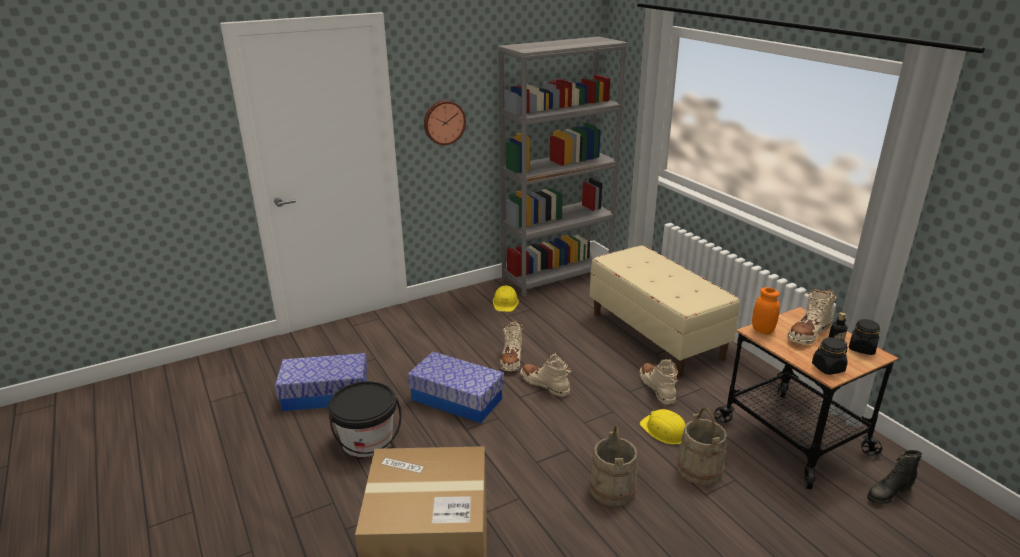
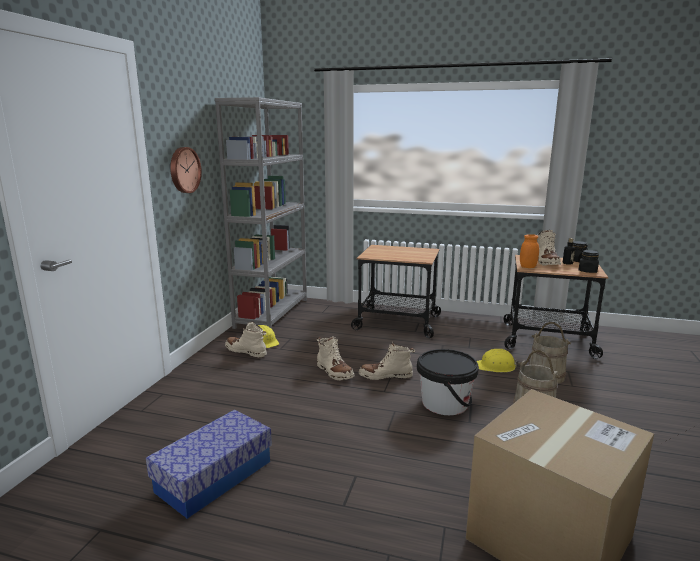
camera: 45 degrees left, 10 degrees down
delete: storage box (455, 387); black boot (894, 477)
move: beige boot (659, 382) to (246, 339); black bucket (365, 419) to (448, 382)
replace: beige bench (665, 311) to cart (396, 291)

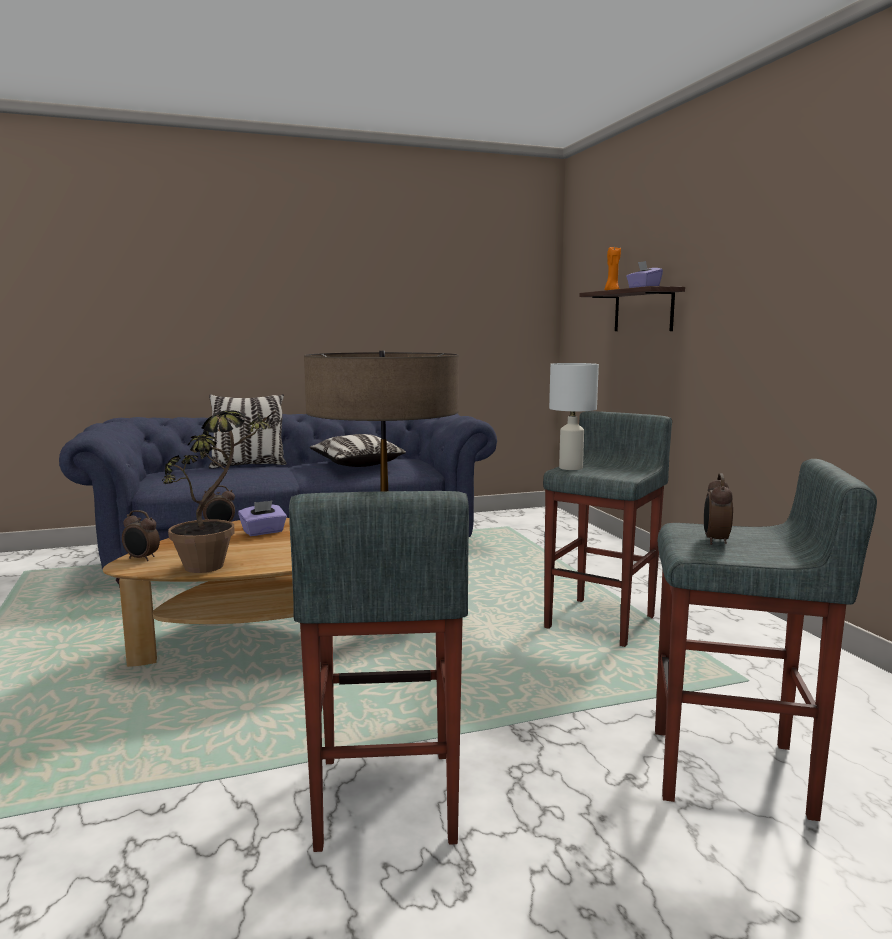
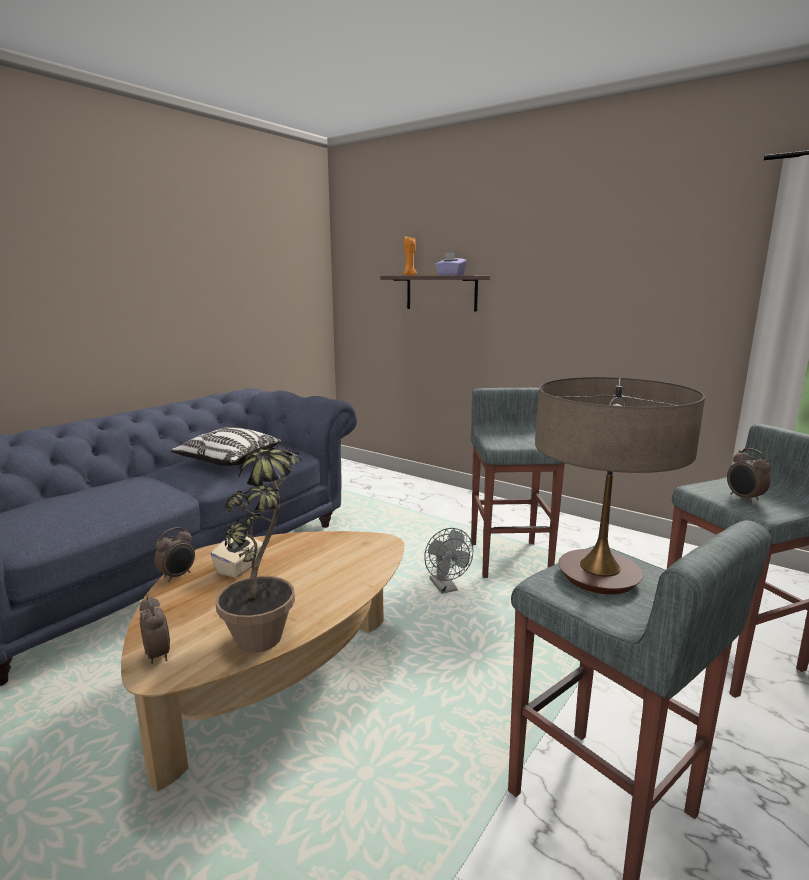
camera: 35 degrees left, 5 degrees up
delete: pillow (248, 431); white table lamp (574, 416)
insert: grey fan (448, 561)
recolor: purple tissue box (262, 518) to beige tissue box (236, 554)
rotate: alarm clock (141, 535) = (155, 629) 105 degrees counterclockwise

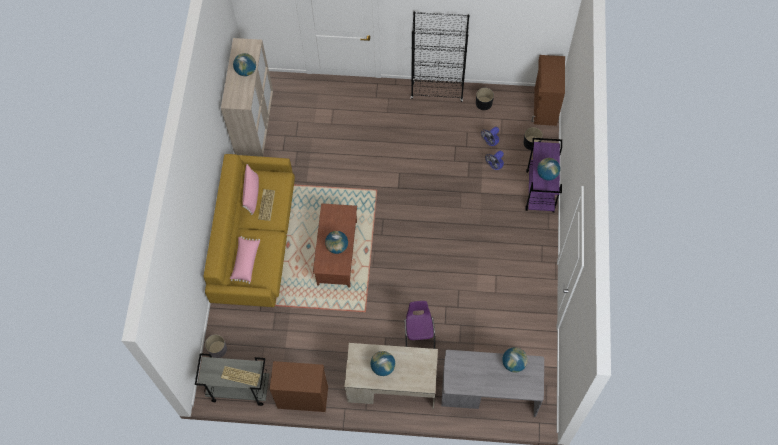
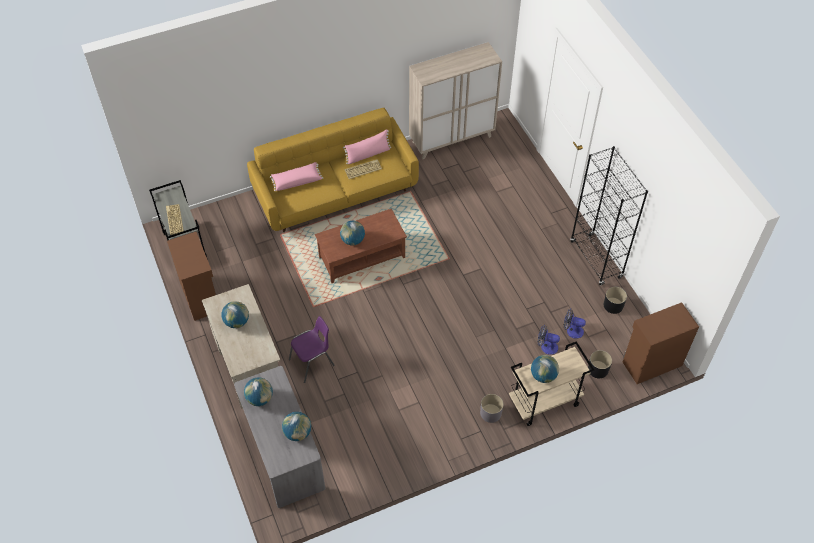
camera: 60 degrees right, 10 degrees down
move: globe (244, 64) to (258, 391); grey planter (216, 346) to (492, 408)
recolor: purple cart (543, 175) to beige cart (551, 383)

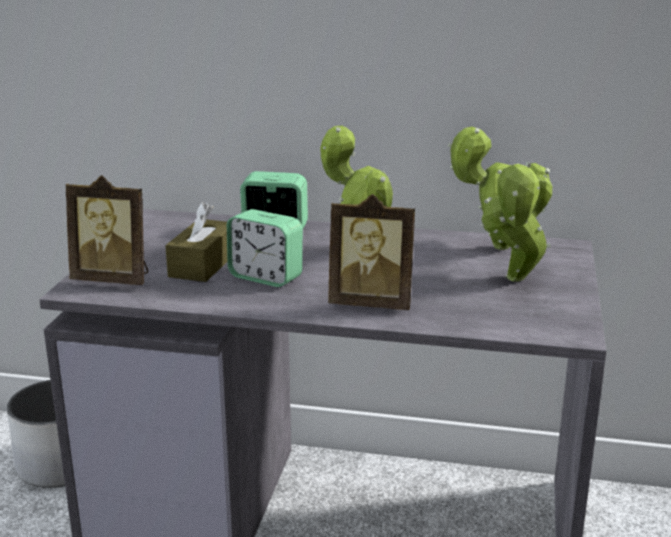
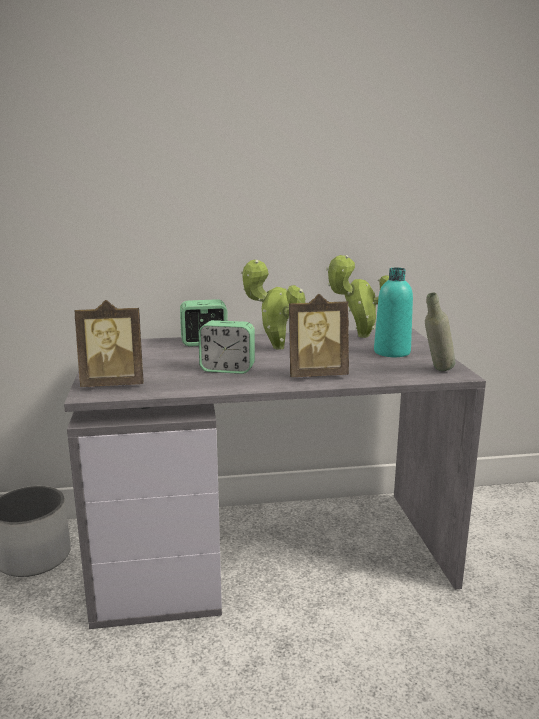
camera: 20 degrees left, 5 degrees down
delete: brown tissue box (196, 242)
insert: grey bottle (440, 331)
replace: potted plant (516, 222) to turquoise bottle (393, 312)

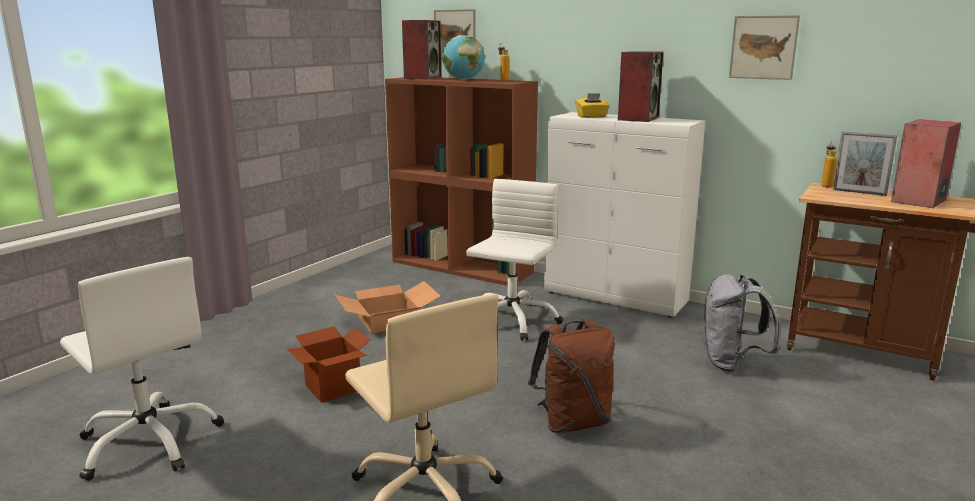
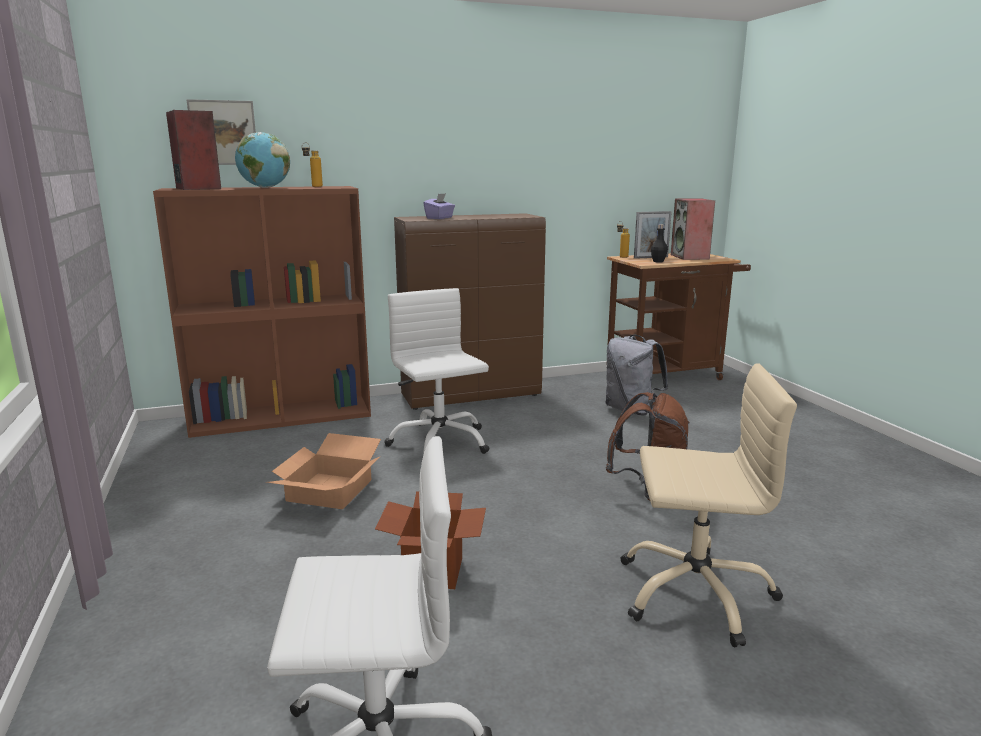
camera: 50 degrees left, 0 degrees up
delete: speaker (640, 86); picture (764, 47)
insert: black bottle (659, 243)
recolor: white cabinet (624, 215) to brown cabinet (470, 311); yellow tissue box (592, 105) to purple tissue box (439, 206)

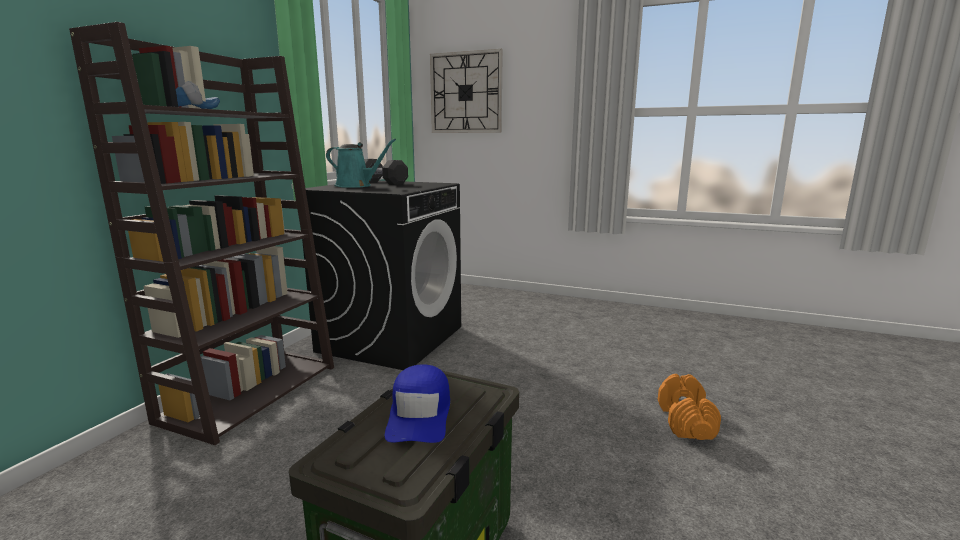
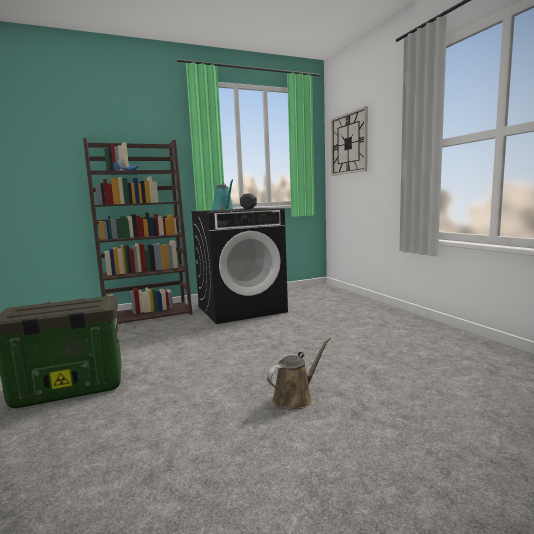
camera: 45 degrees right, 5 degrees down
delete: blue cap (417, 403)
replace: orange dumbbell (689, 407) to brown watering can (299, 373)

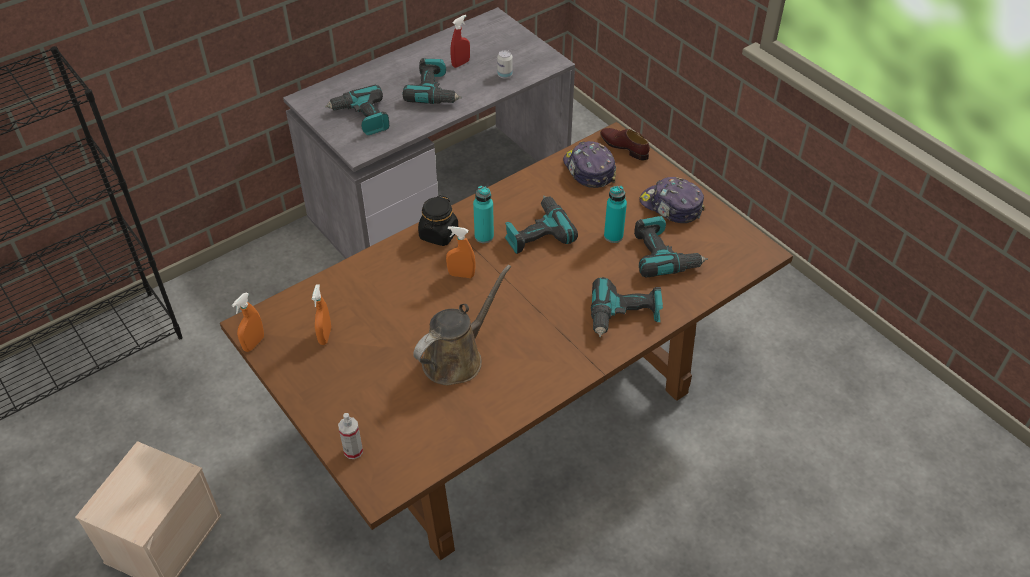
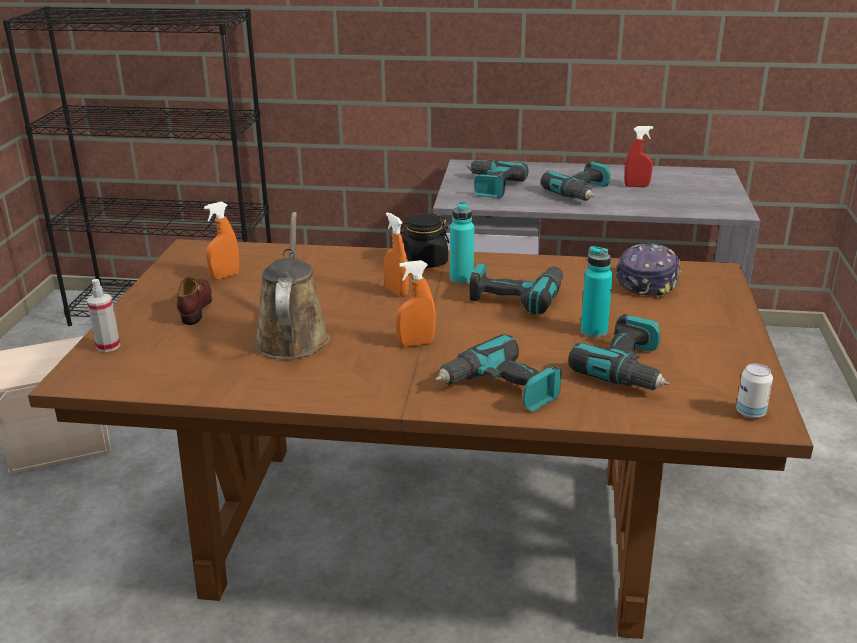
camera: 45 degrees right, 20 degrees down
delete: cap (672, 200)
move: brown shoe (625, 144) to (194, 300); orange spray bottle (248, 322) to (416, 303); can (505, 64) to (754, 390)
rotate: brown watering can (462, 325) = (292, 285) 90 degrees counterclockwise

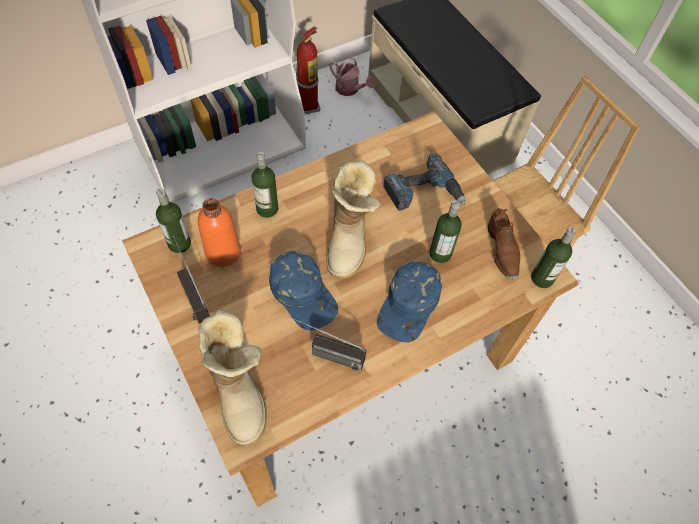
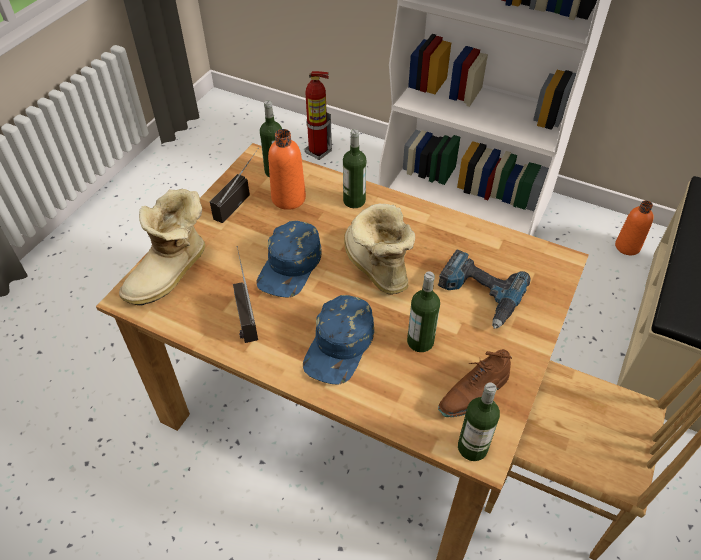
camera: 60 degrees right, 10 degrees down
move: fire extinguisher (308, 70) to (318, 115)
replace: watering can (352, 77) to orange bottle (634, 227)
rotate: blue cap (409, 302) = (338, 340) 60 degrees counterclockwise; boot (353, 219) = (379, 249) 90 degrees clockwise

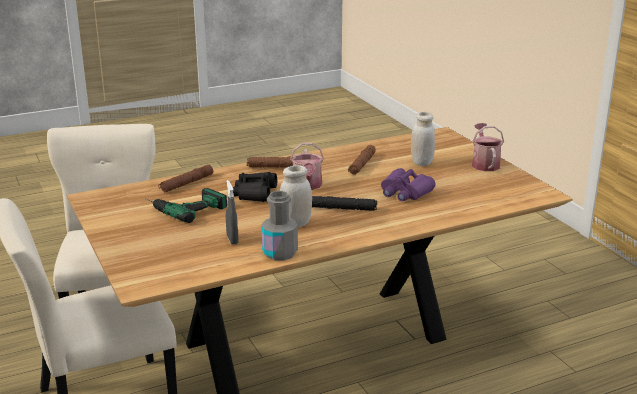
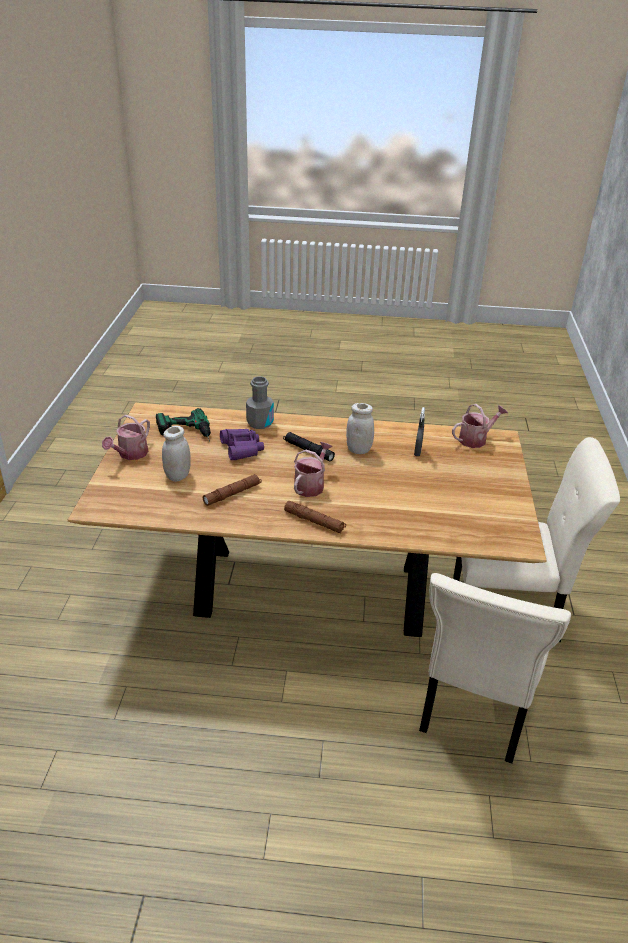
camera: 150 degrees left, 10 degrees up
delete: brown flashlight (185, 179); black binoculars (255, 187)
insert: watering can (480, 426)
move: power drill (186, 205) to (183, 424); grey bottle (279, 226) to (260, 402)

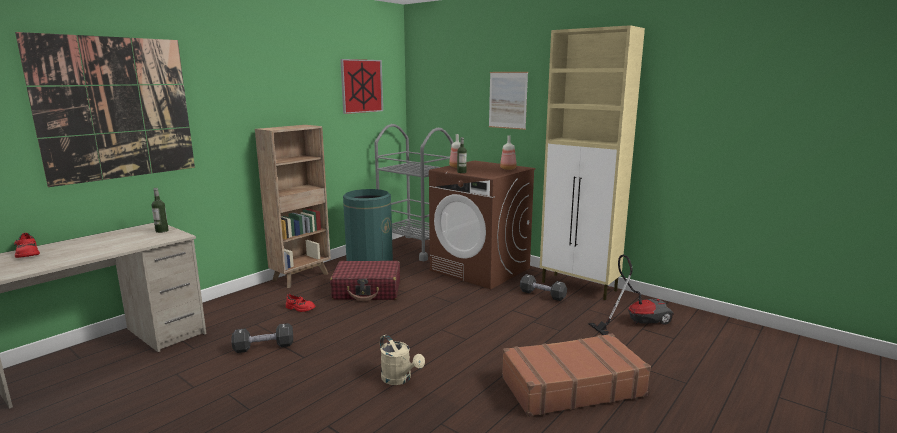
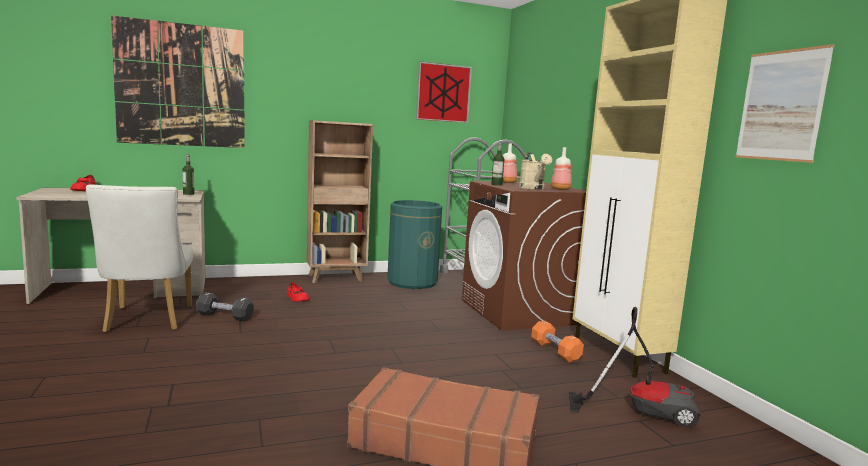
camera: 30 degrees right, 5 degrees down
delete: red suitcase (365, 281)
insert: white chair (140, 259)
move: beige watering can (402, 359) to (535, 171); picture (508, 101) to (785, 103)
recolor: black dumbbell (543, 287) to orange dumbbell (557, 342)

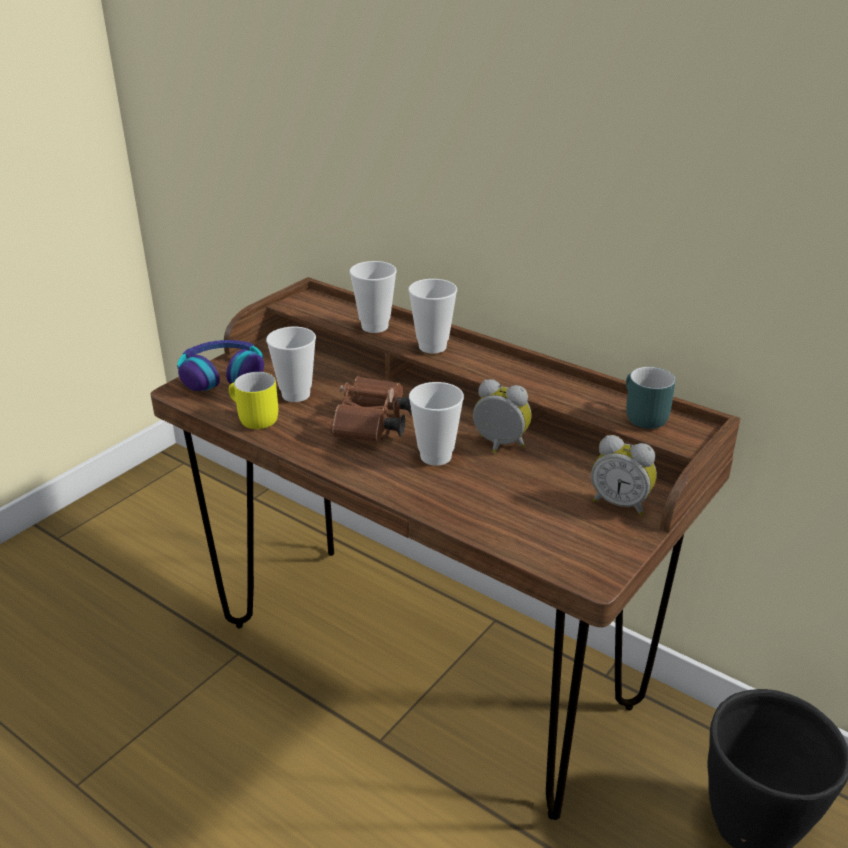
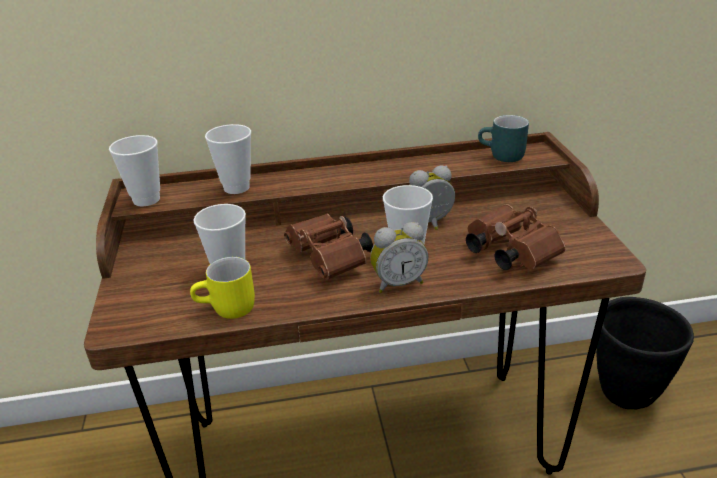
camera: 45 degrees left, 0 degrees up
delete: headphones (220, 365)
insert: brown binoculars (515, 237)
move: cup (432, 316) to (134, 170); alarm clock (624, 475) to (399, 257)

